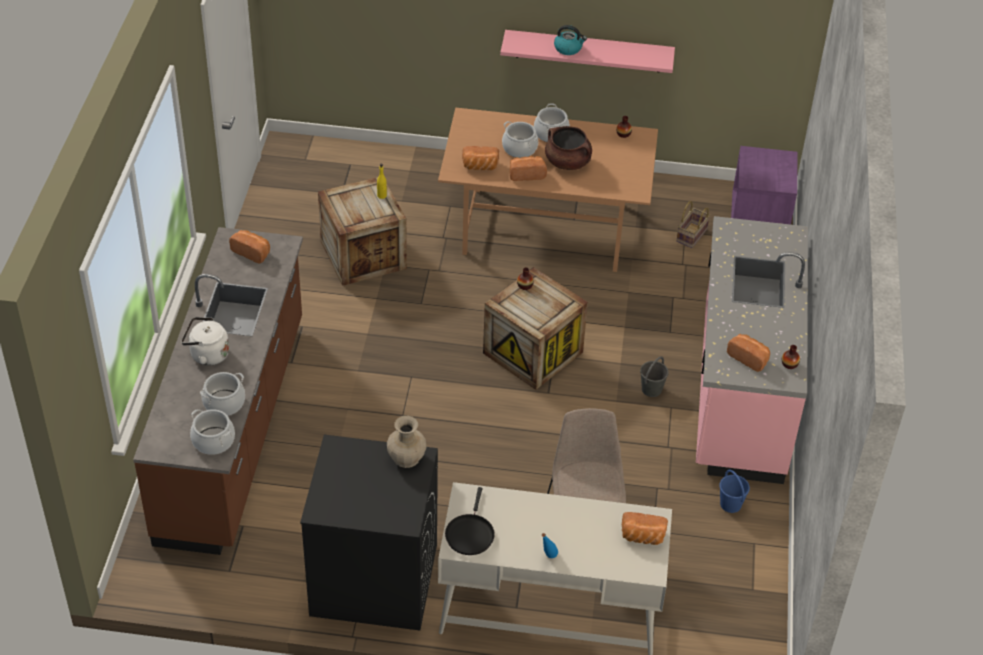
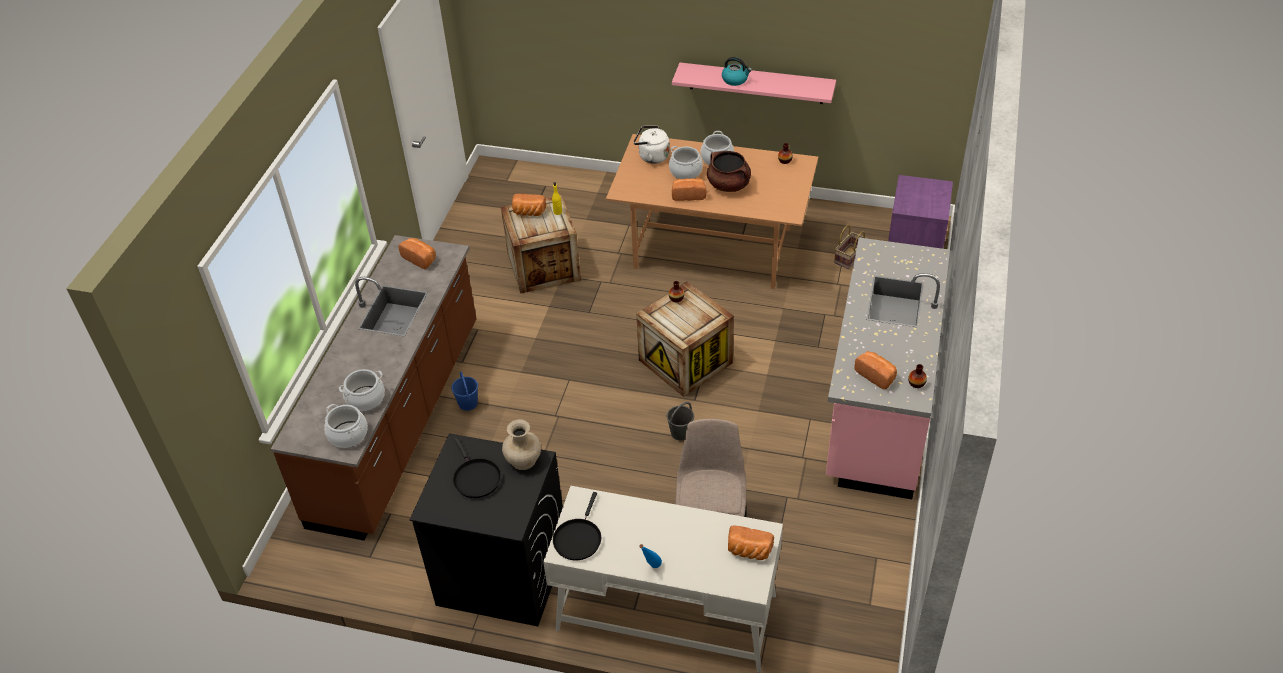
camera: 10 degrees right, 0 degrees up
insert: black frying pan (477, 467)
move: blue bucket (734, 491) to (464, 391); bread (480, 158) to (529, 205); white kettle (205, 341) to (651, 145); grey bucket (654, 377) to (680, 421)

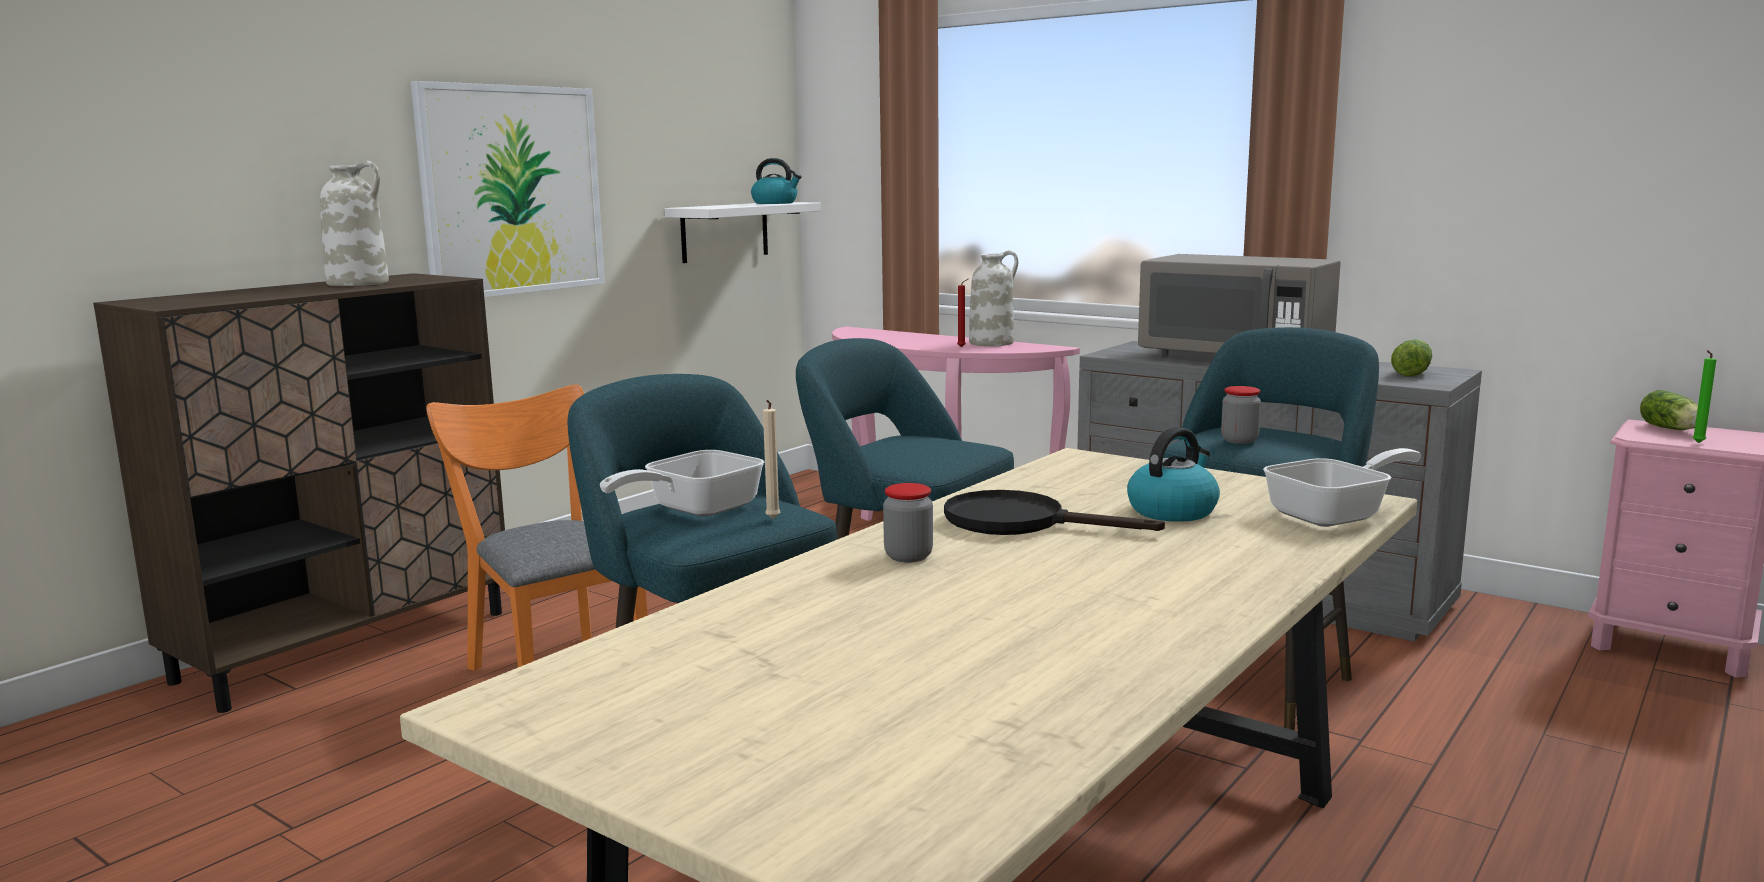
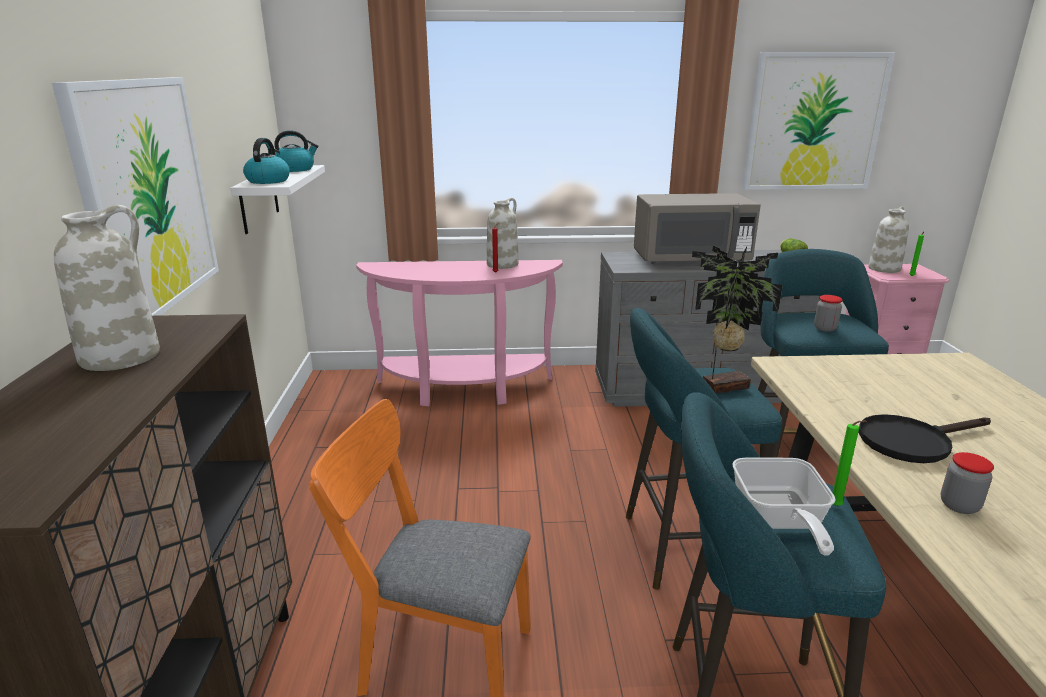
camera: 40 degrees left, 10 degrees up
delete: frying pan (1342, 487)
insert: potted plant (737, 319); picture (818, 121)
move: kettle (1173, 474) to (266, 161)
replace: lettuce (1669, 410) to white vase (888, 239)
recolor: beige candle (772, 459) to green candle (850, 463)

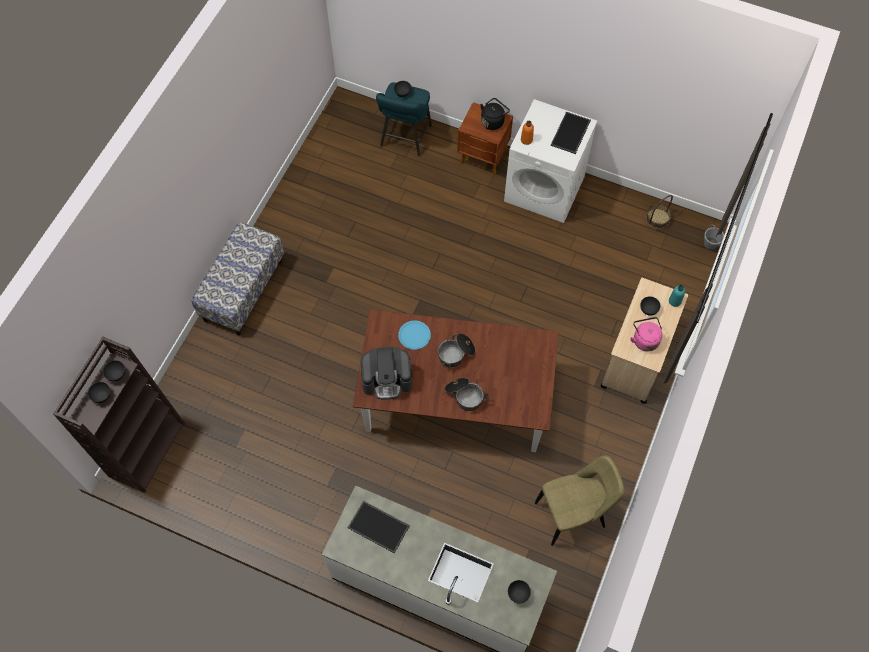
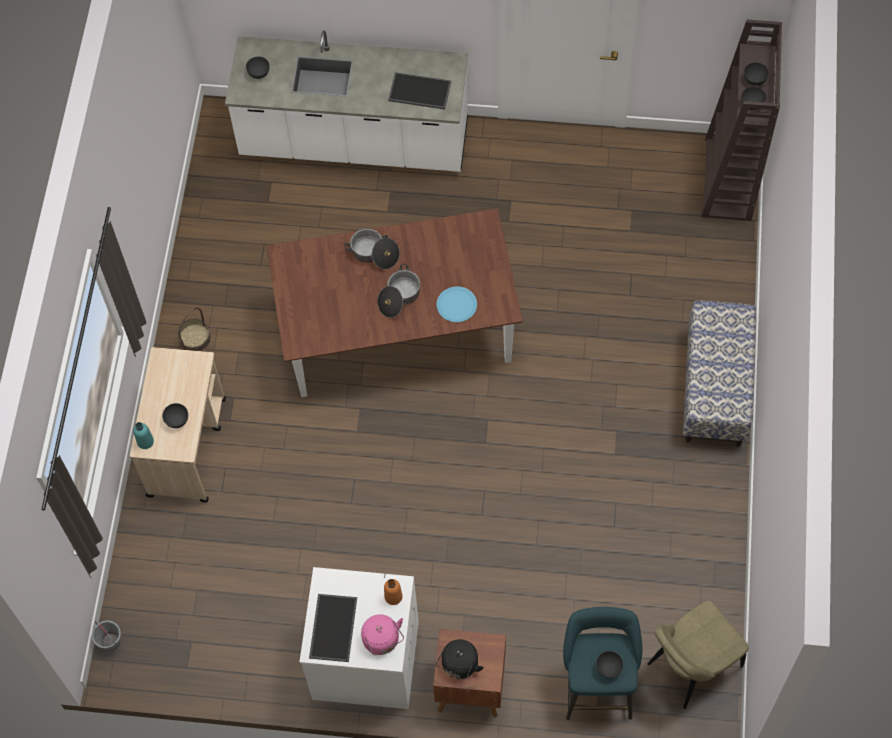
camera: 165 degrees right, 0 degrees up
delete: coffee machine (386, 373)
move: basket (659, 212) to (194, 329); pink kettle (646, 334) to (382, 634); beige chair (580, 500) to (698, 655)

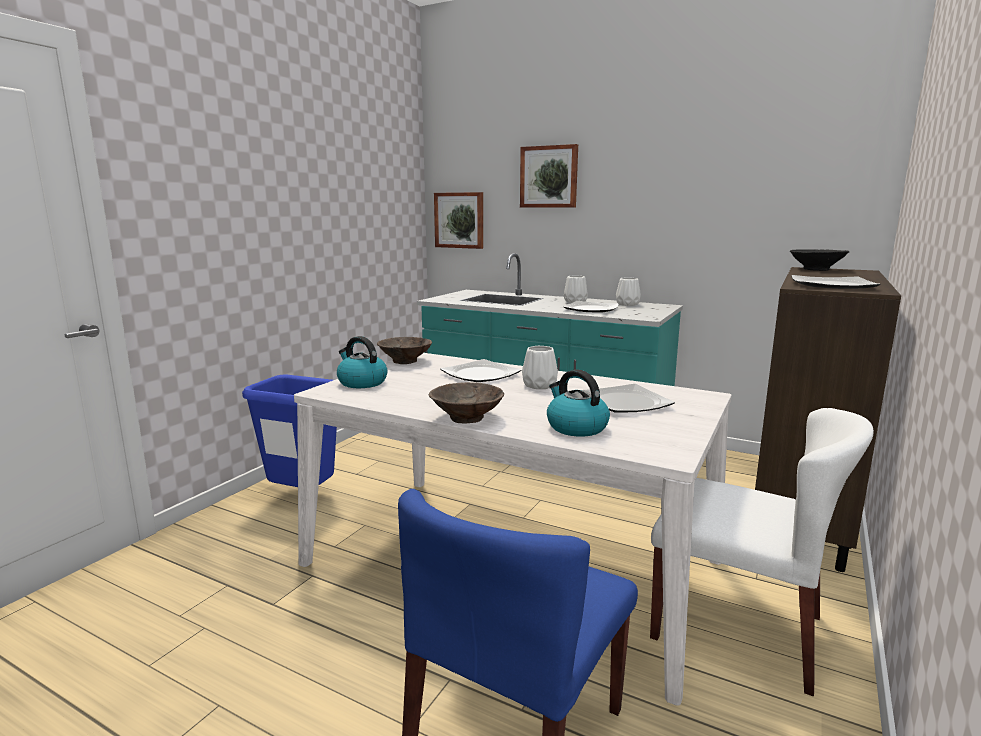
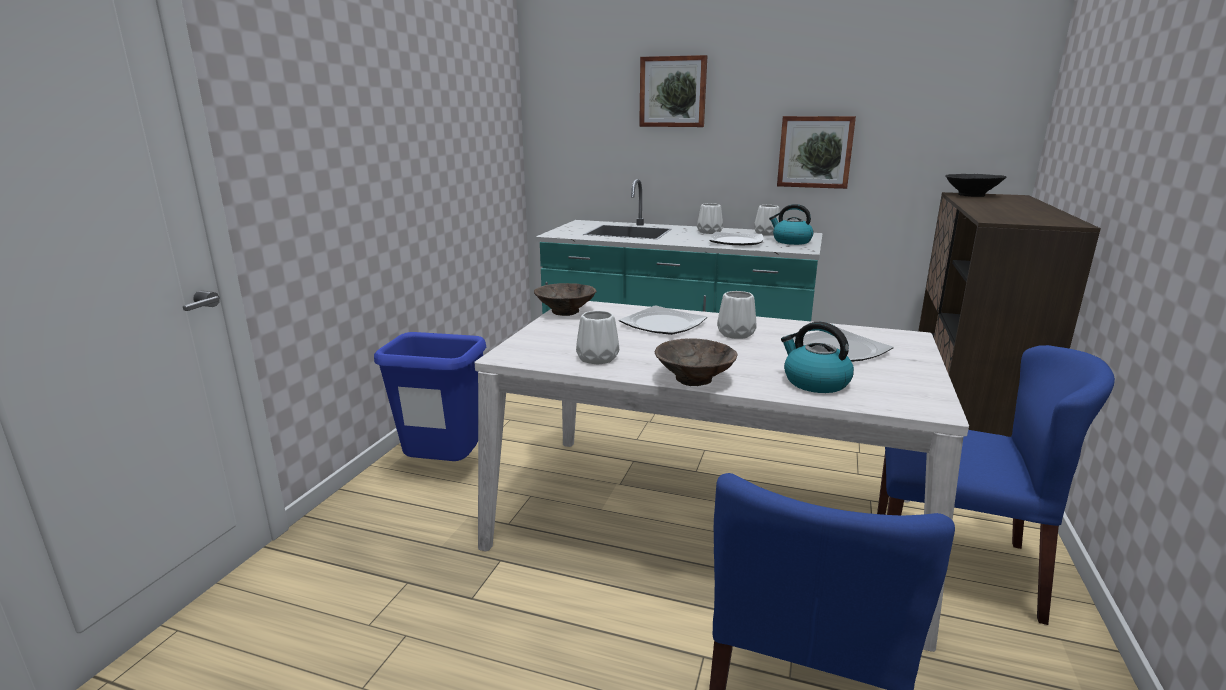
camera: 10 degrees left, 5 degrees up
delete: plate (835, 282)
insert: white vase (597, 338)
move: kettle (362, 362) to (791, 224); picture (458, 220) to (816, 152)
recolor: white chair (762, 552) to blue chair (996, 485)

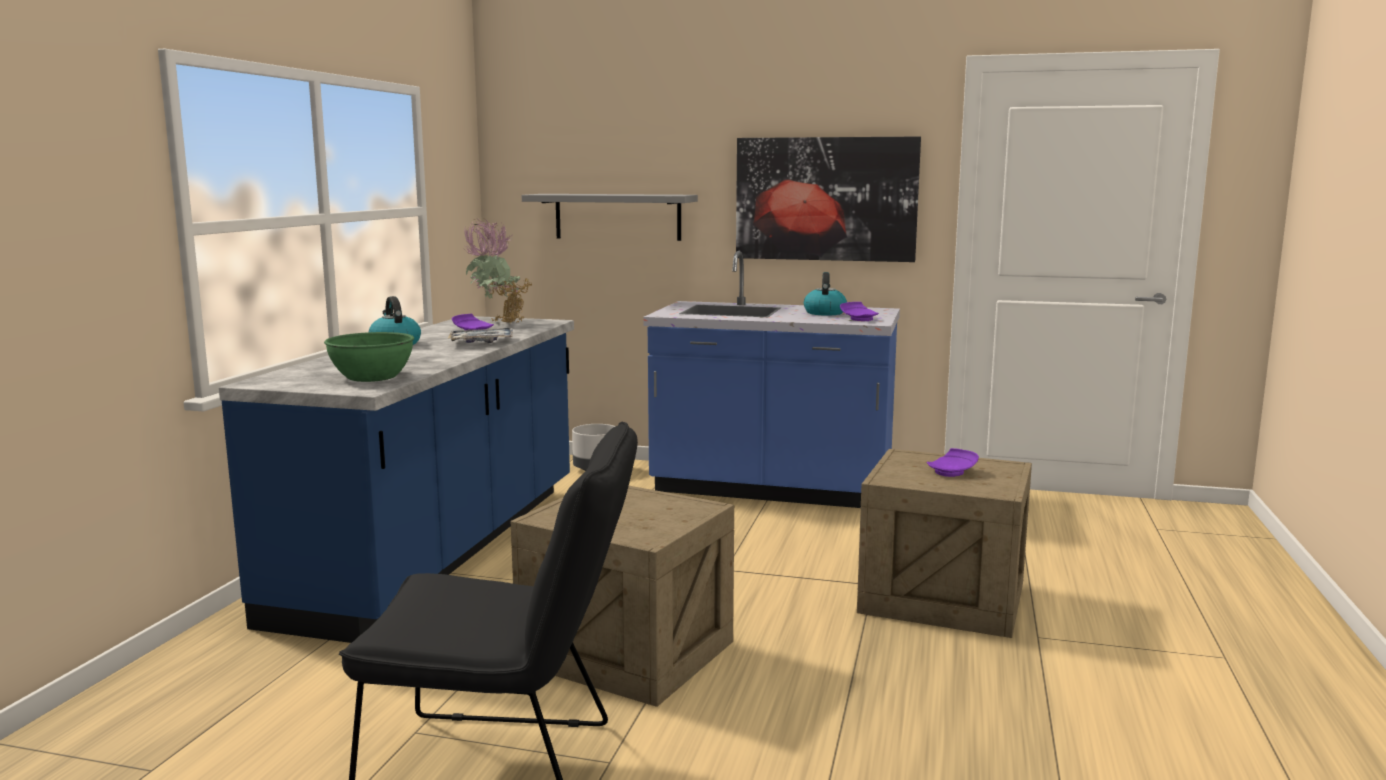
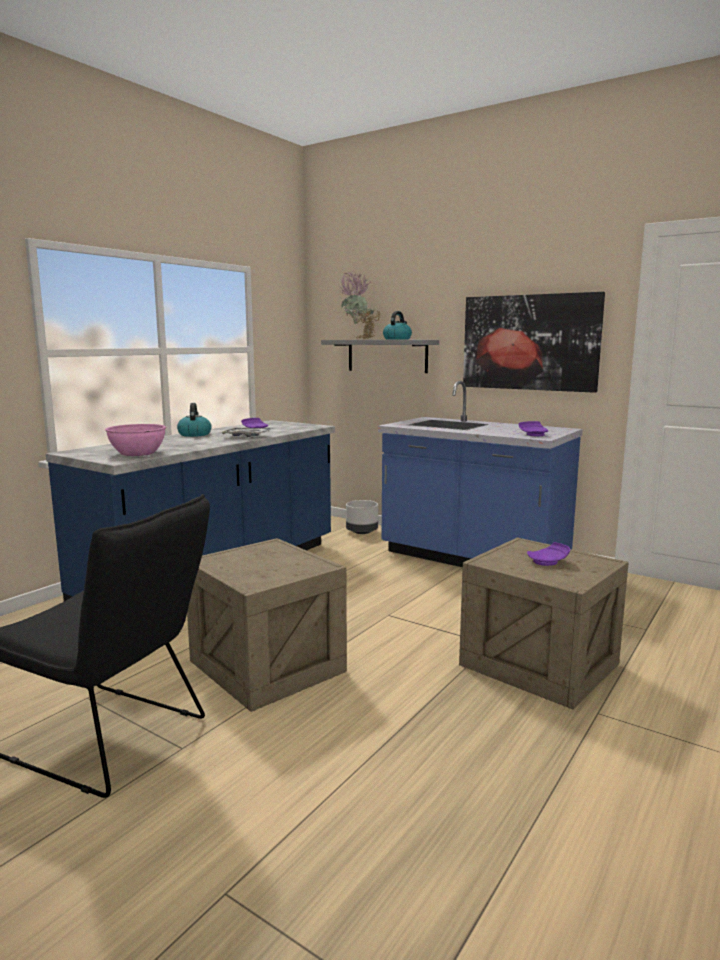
camera: 20 degrees right, 0 degrees up
move: potted plant (498, 271) to (361, 306); kettle (825, 294) to (397, 325)
recolor: green bowl (369, 357) to pink bowl (135, 440)

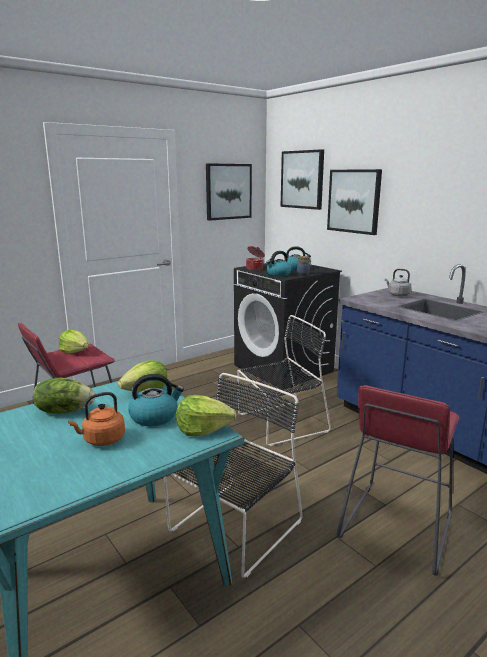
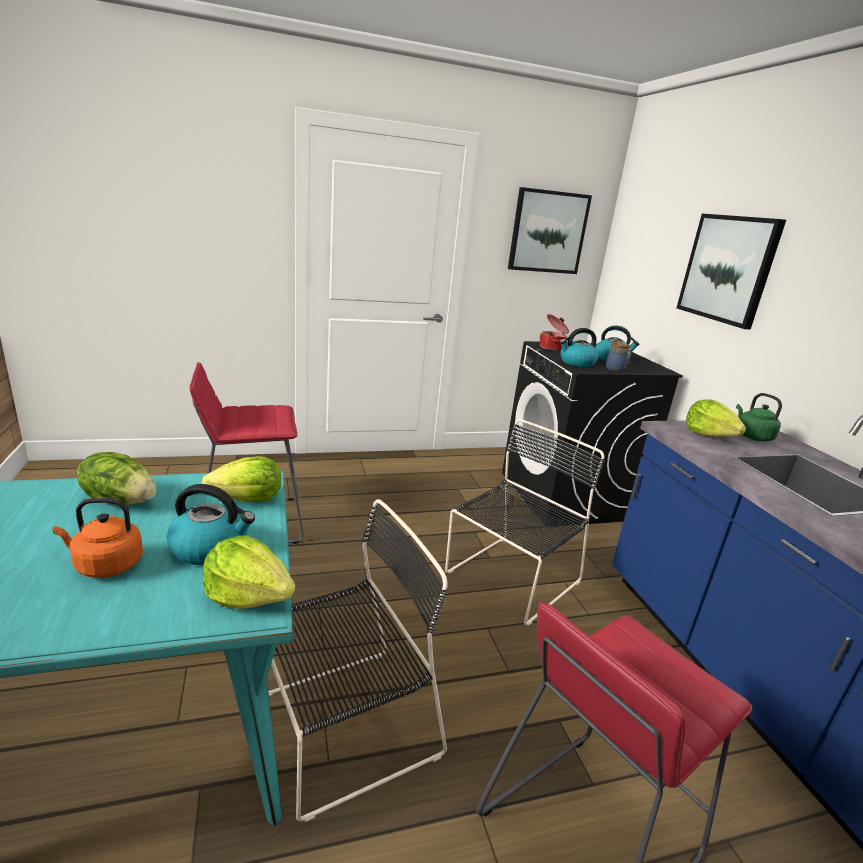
camera: 20 degrees right, 5 degrees up
delete: picture (302, 179)
move: lettuce (74, 341) to (716, 418)
recolor: grey kettle (398, 283) to green kettle (759, 417)
rotate: black chair (284, 380) = (525, 522) 45 degrees counterclockwise

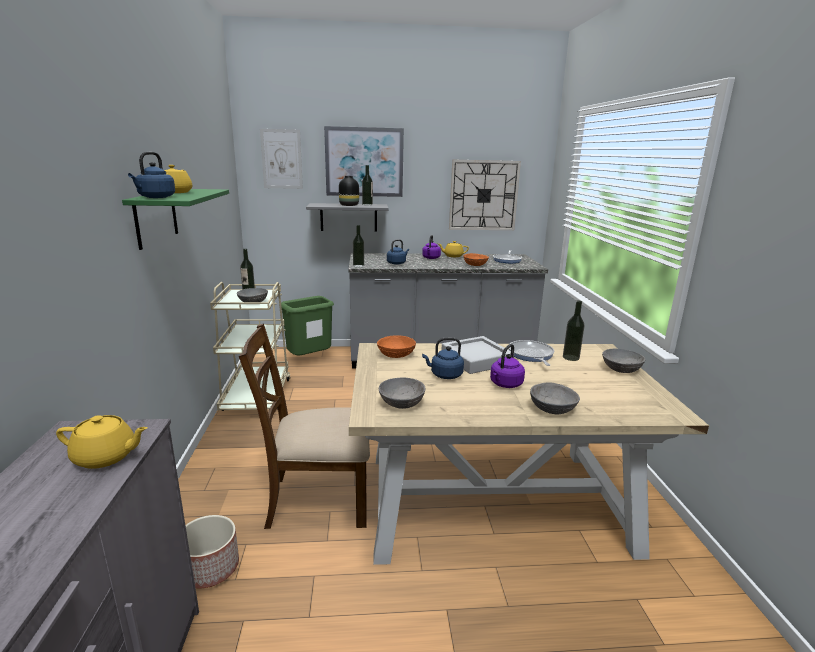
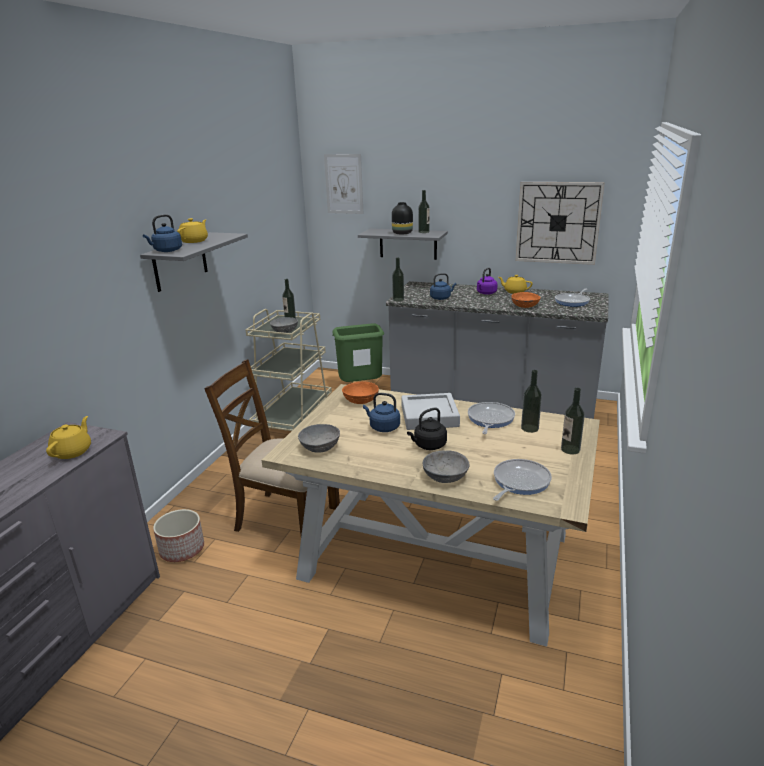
camera: 25 degrees right, 5 degrees up
delete: picture (364, 161)
insert: frying pan (522, 480)
replace: grey bowl (623, 361) to bottle (573, 421)
recolor: green shelf (175, 219) to grey shelf (194, 262); purple kettle (507, 366) to black kettle (427, 429)
rotate: yellow teapot (102, 442) = (68, 437) 105 degrees counterclockwise

